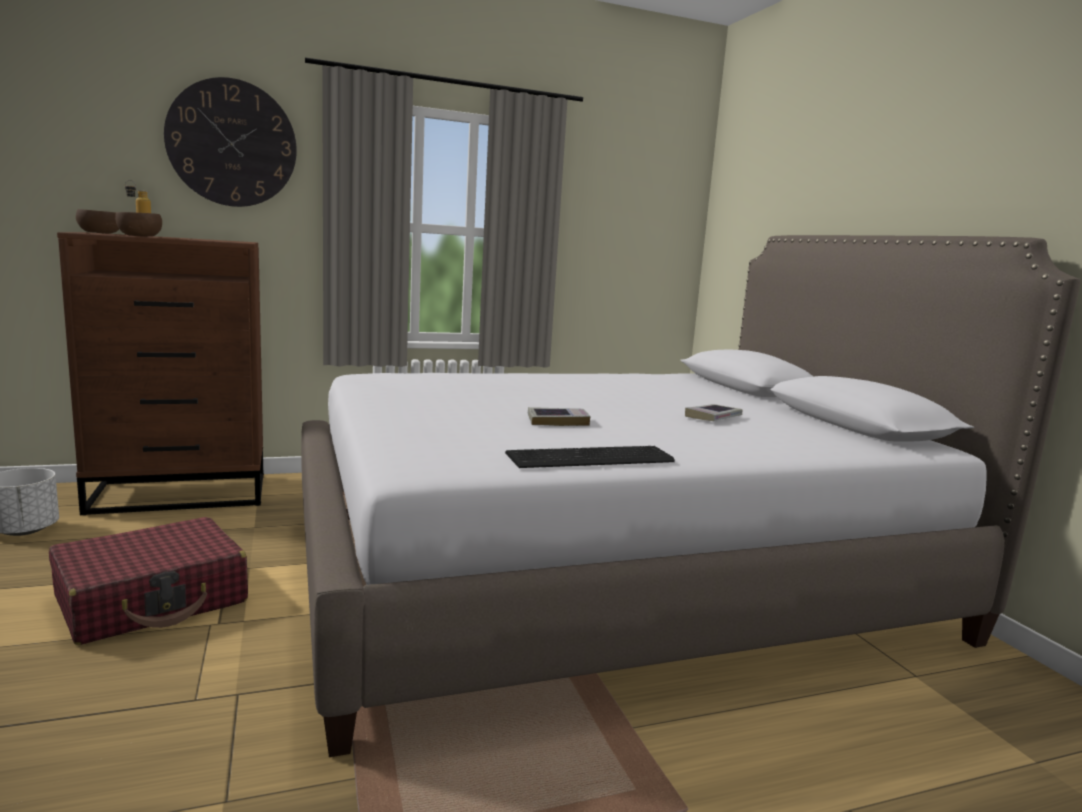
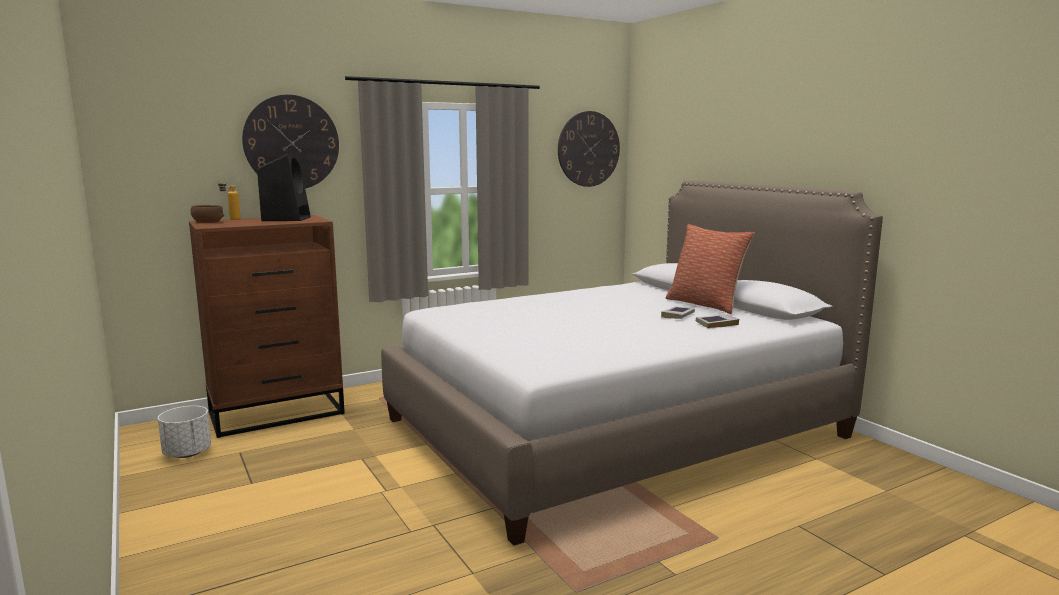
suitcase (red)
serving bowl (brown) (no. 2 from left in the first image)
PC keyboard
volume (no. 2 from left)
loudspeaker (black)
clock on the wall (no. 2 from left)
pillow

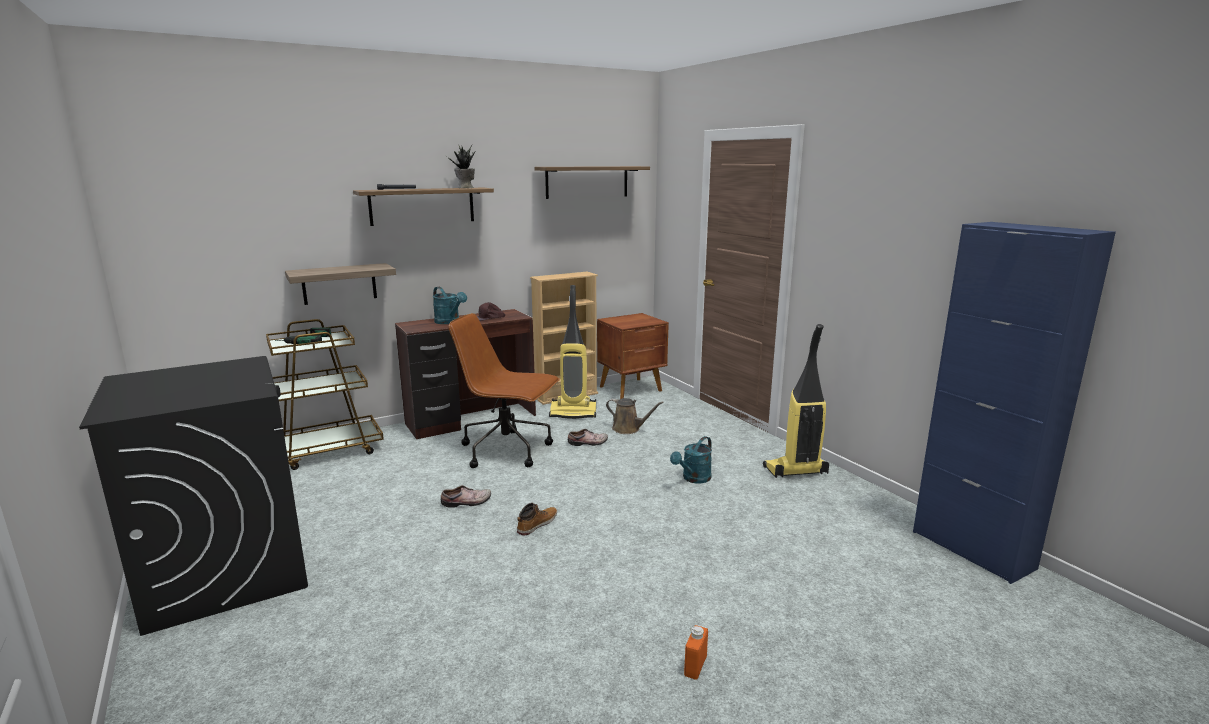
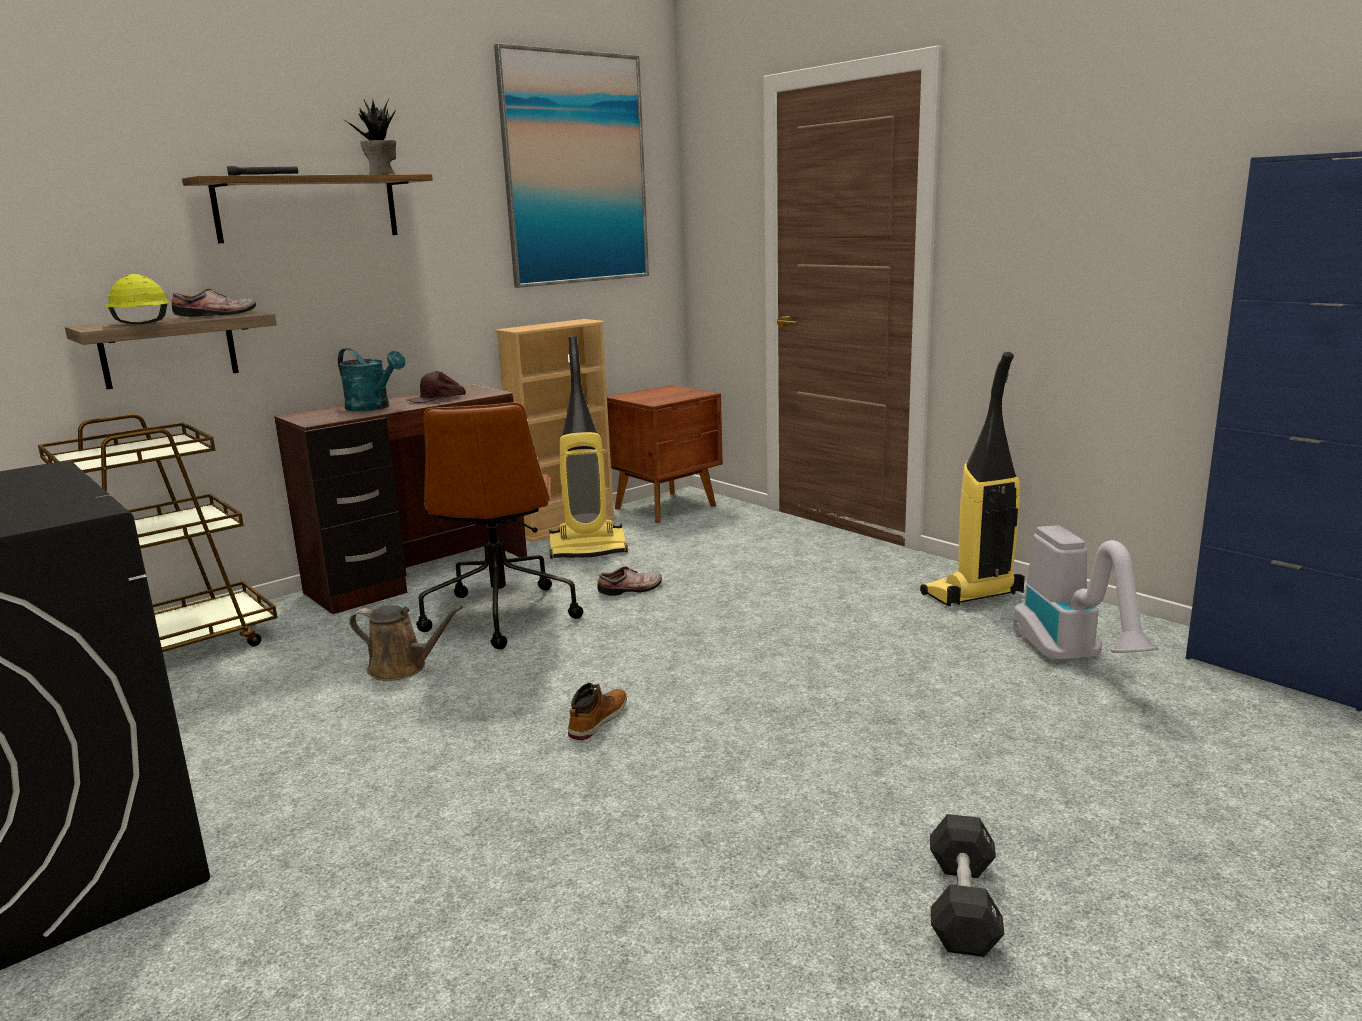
drill
low shoe (no. 1 from left)
office chair (brown)
wall picture
watering pot (brown)
watering pot (turquoise-coloured) (no. 2 from left in the first image)
hand weight (black)
work helmet (yellow-coloured)
hoover (no. 3 from left)

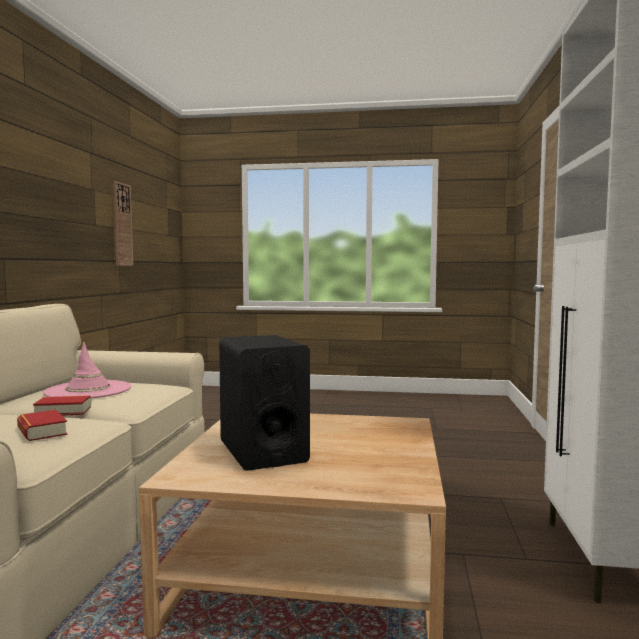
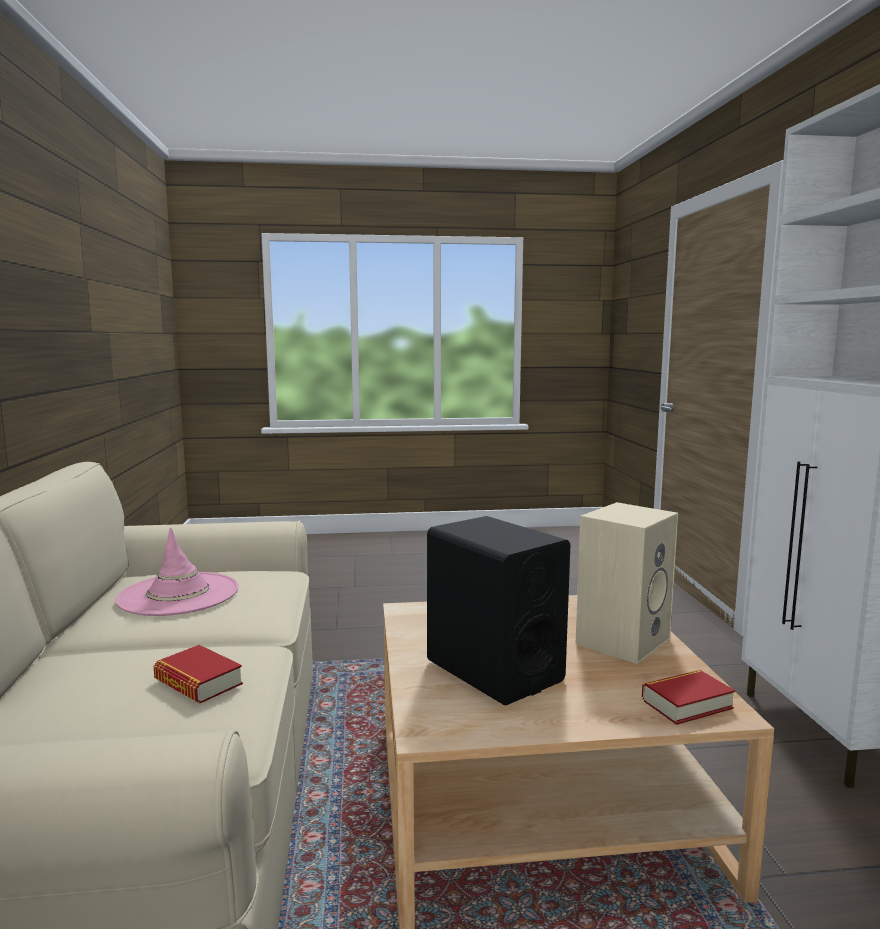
volume (no. 2 from left)
clock on the wall
loudspeaker (beige)

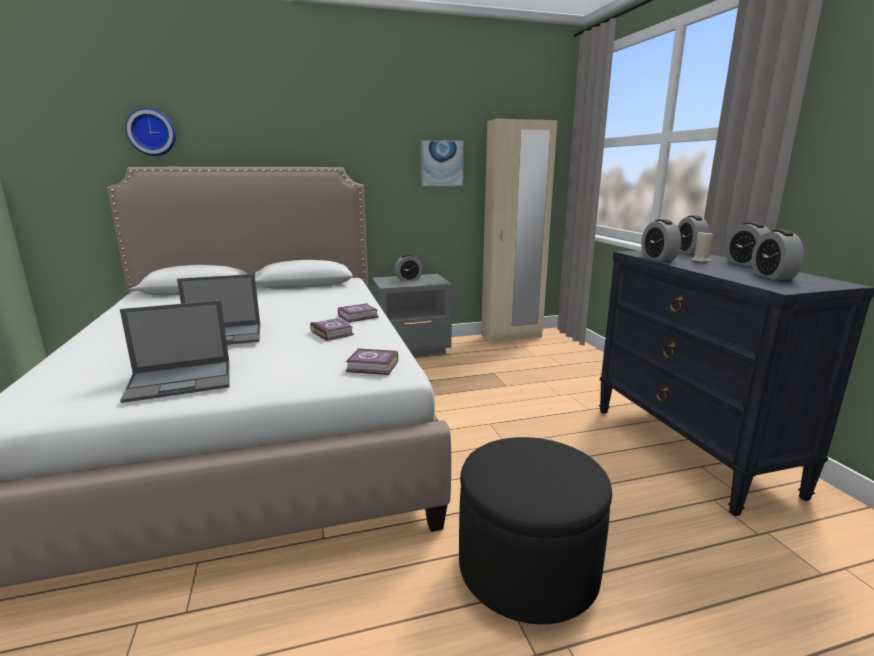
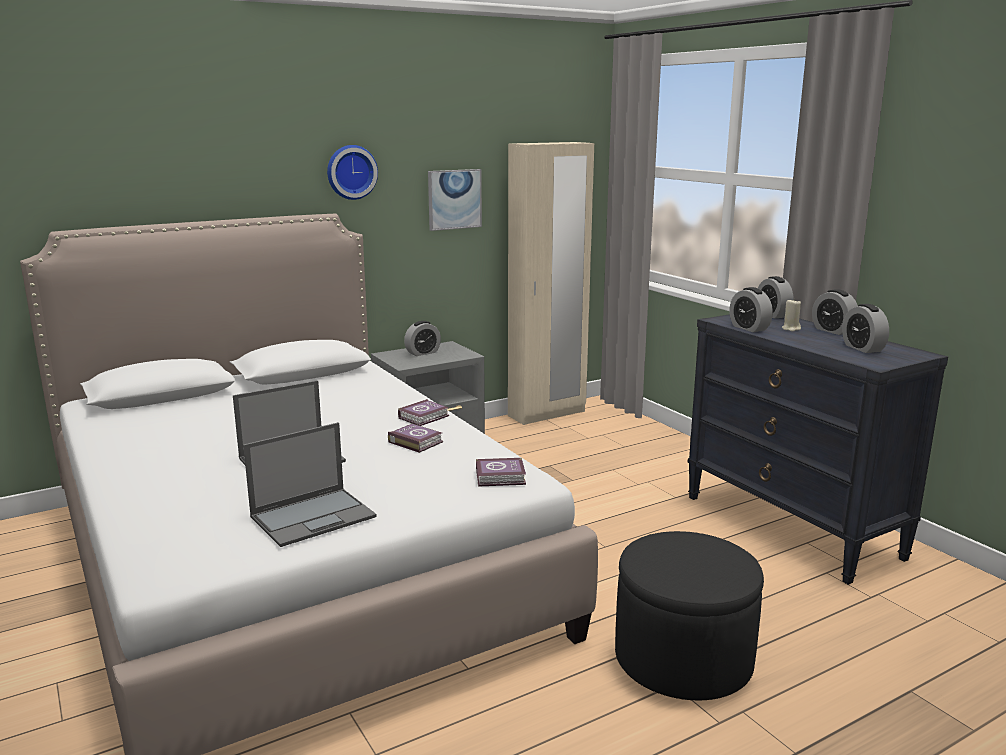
clock on the wall

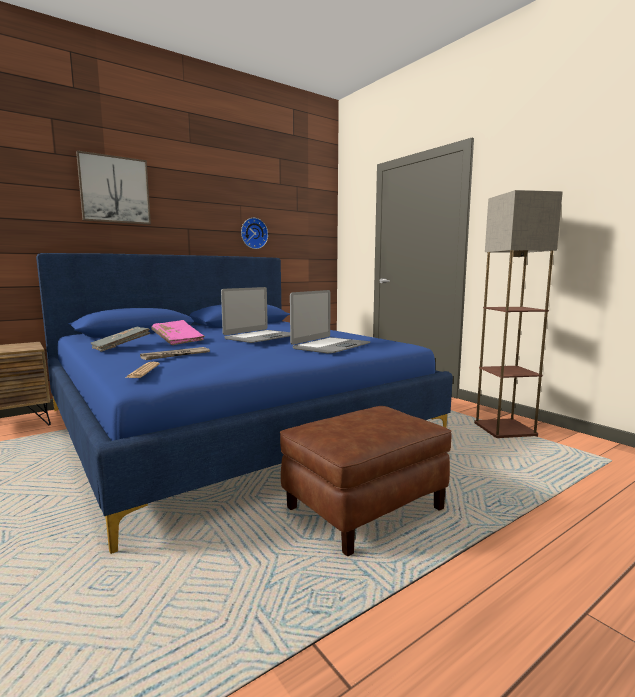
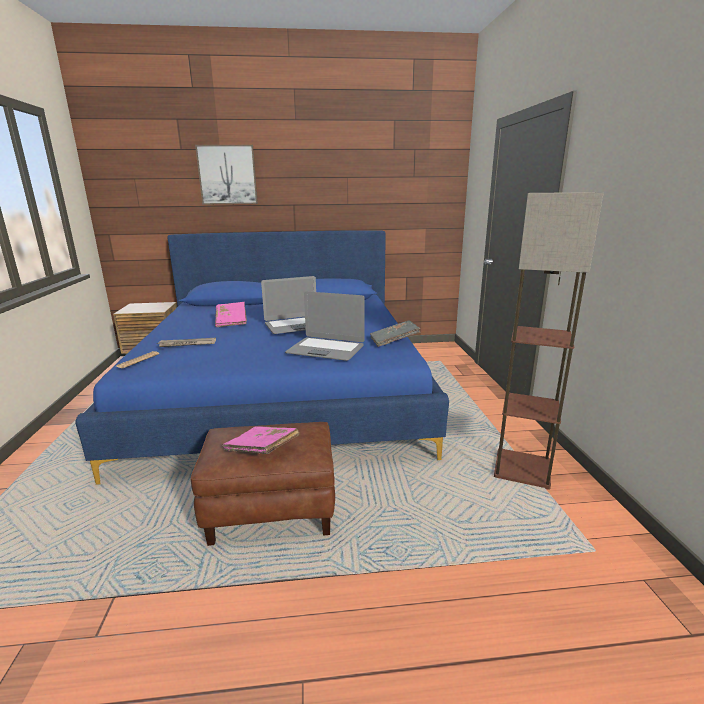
volume (gray)
clock on the wall
portable computer (no. 2 from left)
volume (pink-coloured) (no. 2 from left)

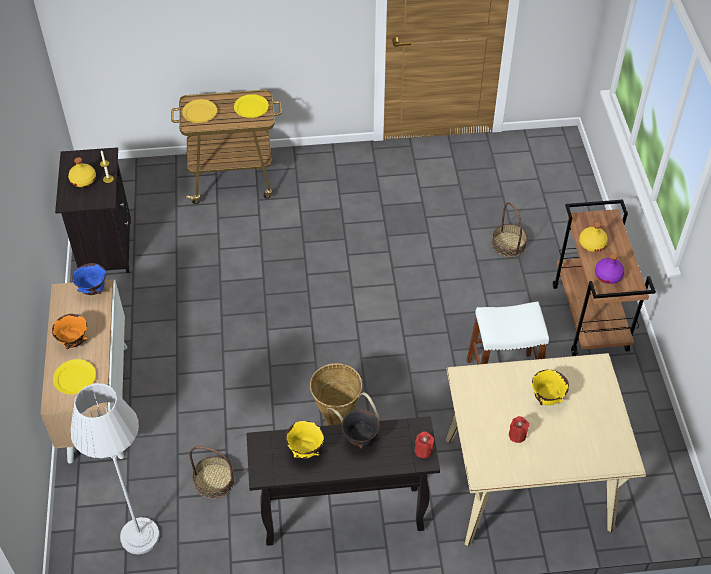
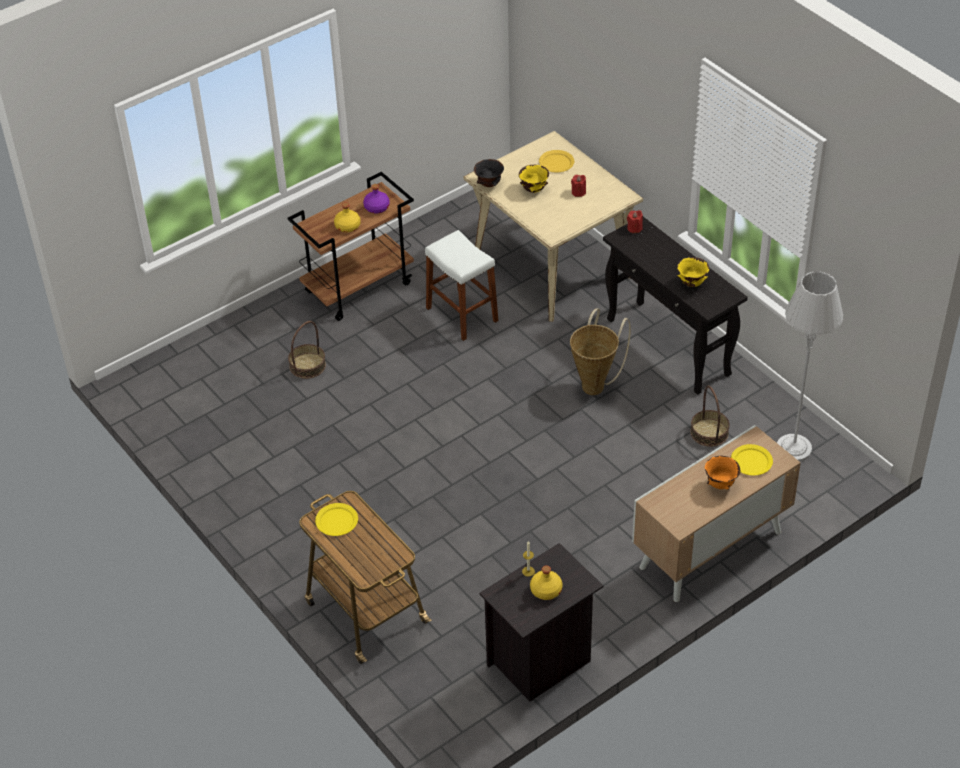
serving bowl (bluish)
flat dish (yellow-coloured) (no. 2 from left)
serving bowl (black)

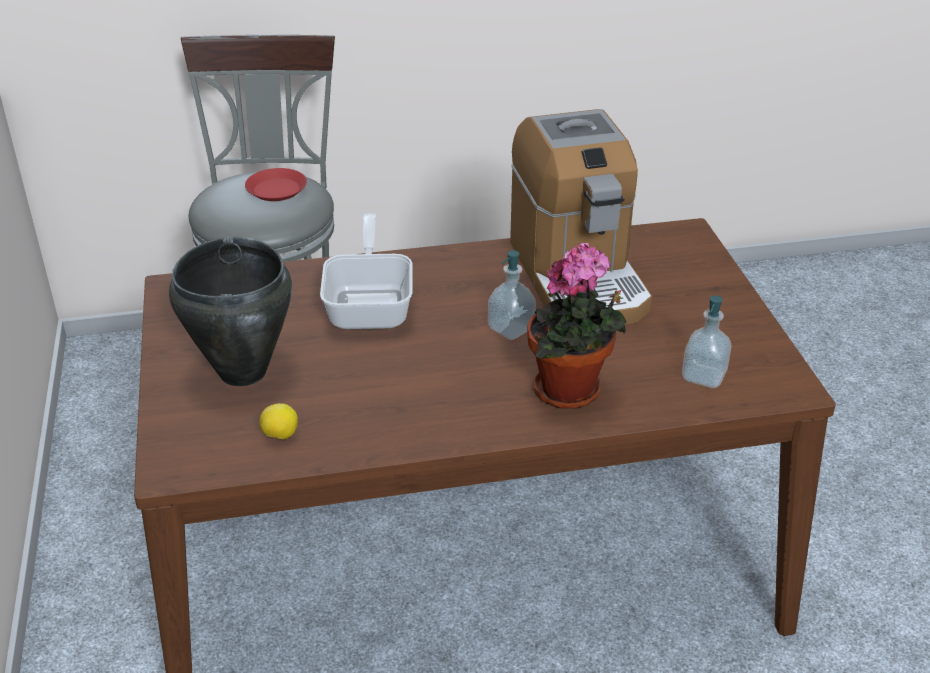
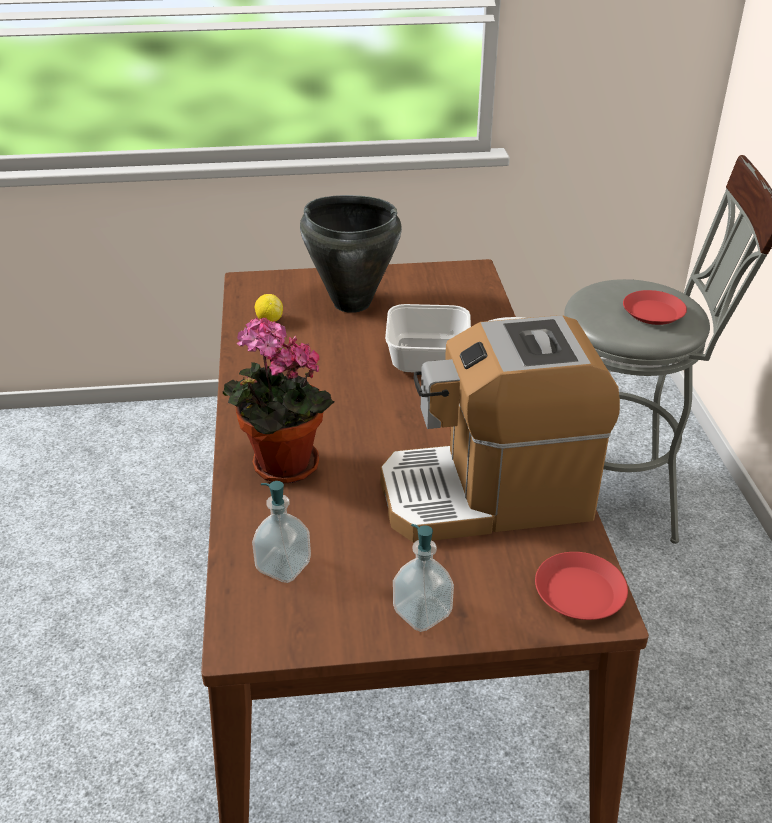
liquid soap bottle (no. 2 from left)
flat dish (red) (no. 1 from left)

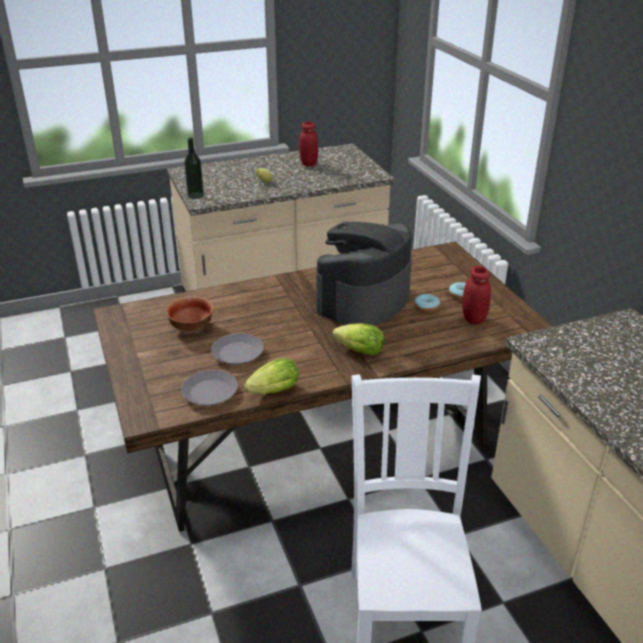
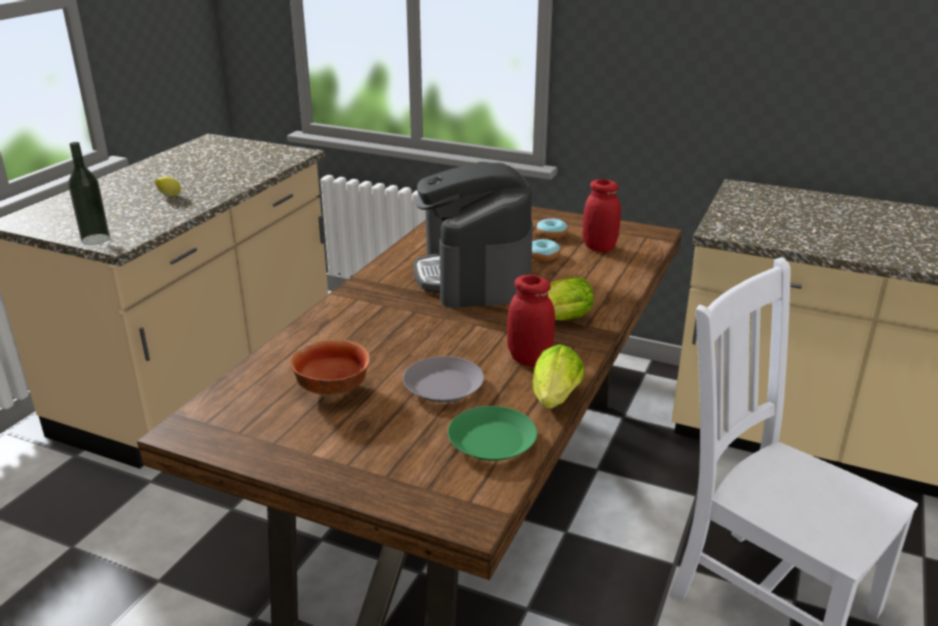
flat dish (greenish)
jar (red) (no. 1 from left)

